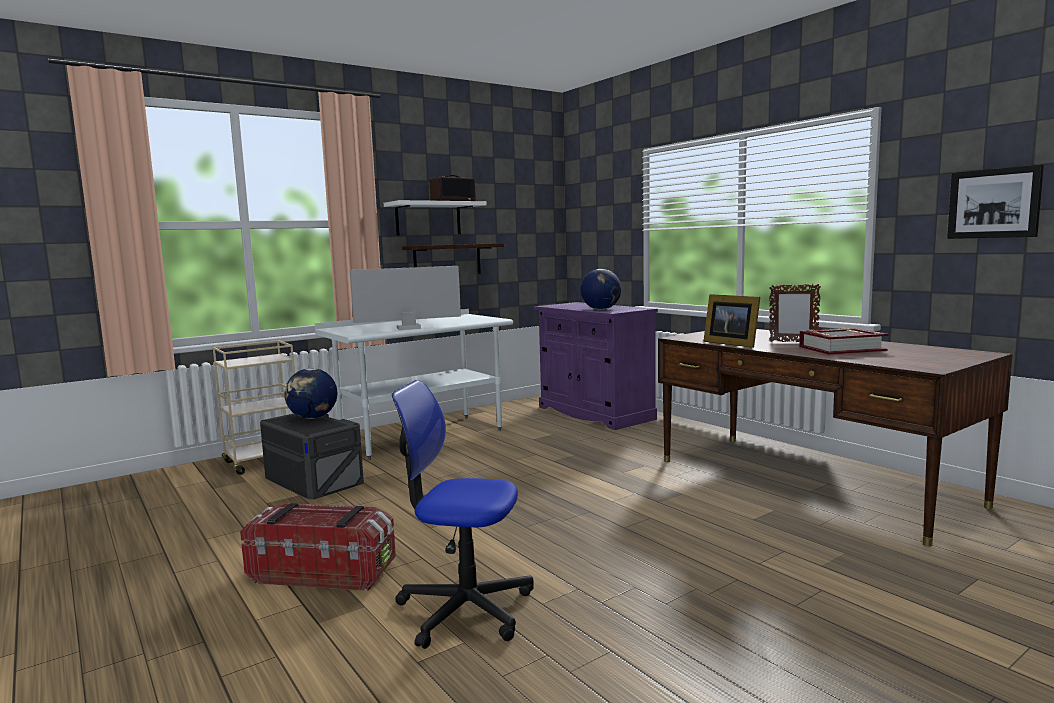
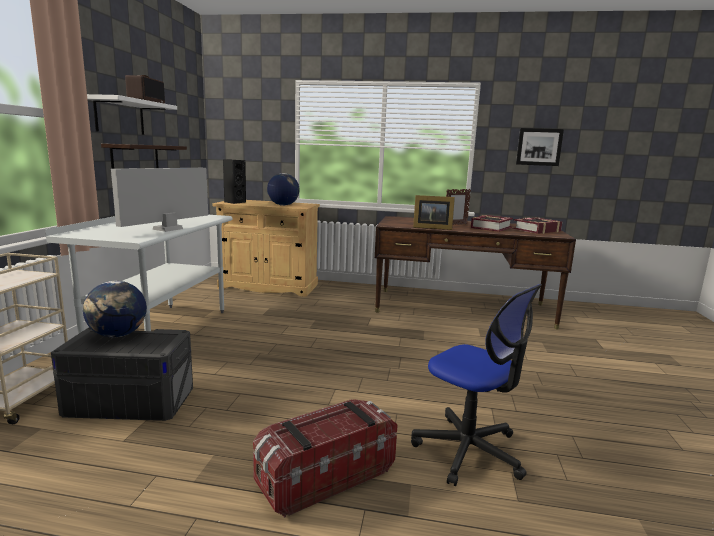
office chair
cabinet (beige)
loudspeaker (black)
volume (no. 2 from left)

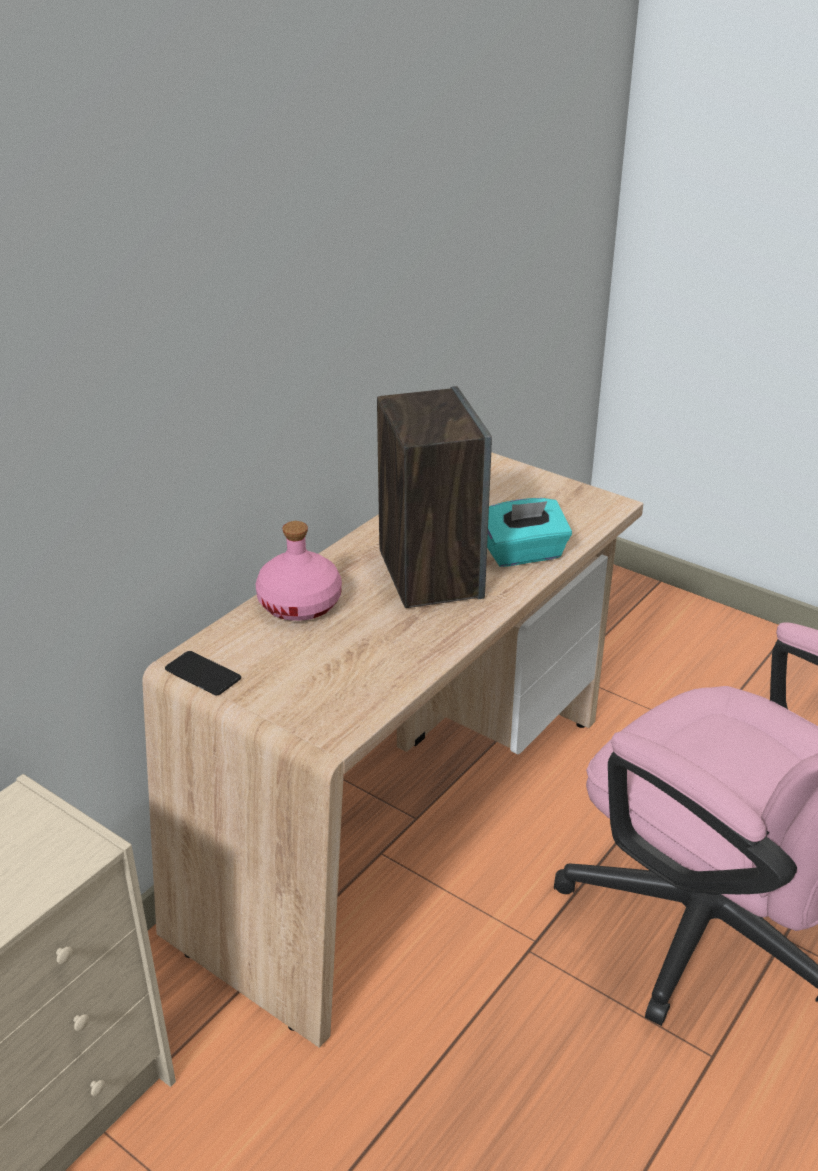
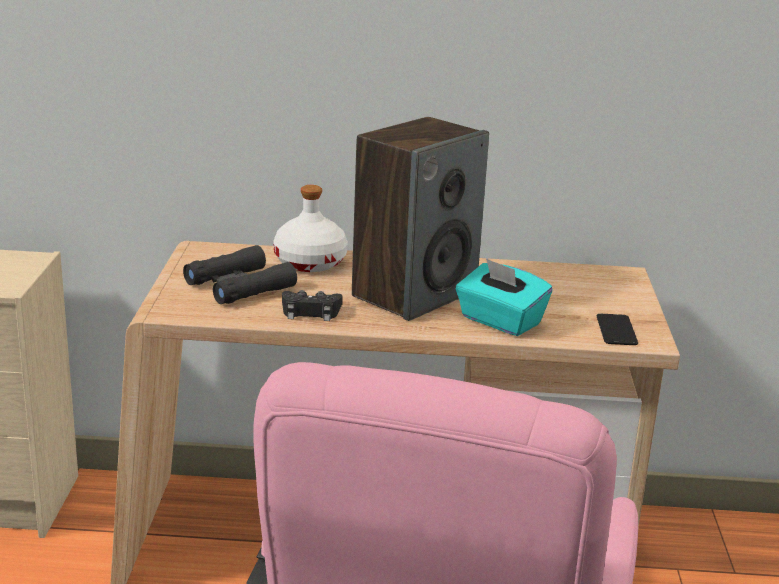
phone
drink bottle (whitish)
pair of binoculars (black)
game controller (black)

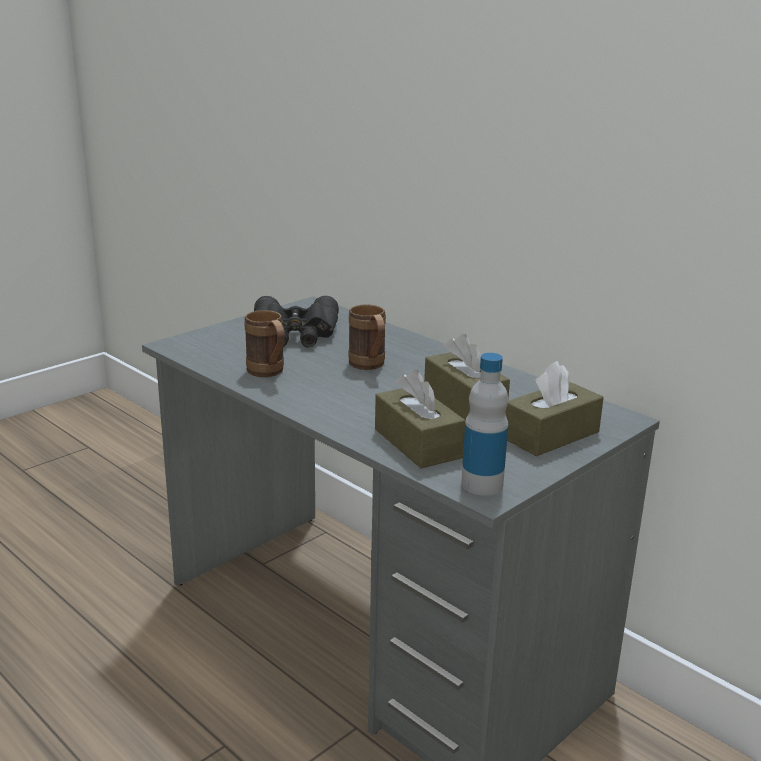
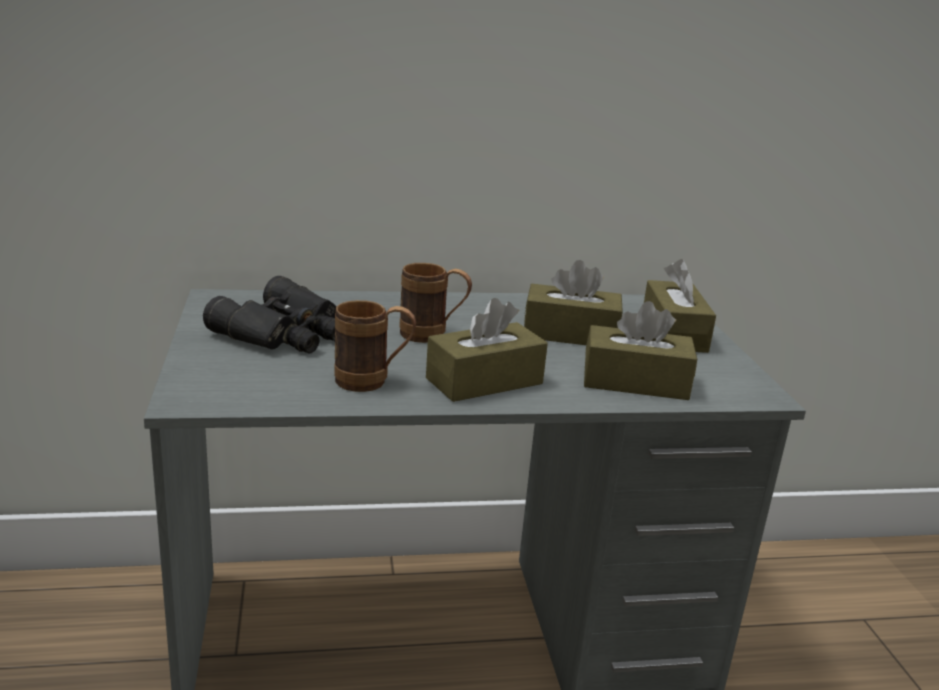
drink bottle
box of tissues (brown) (no. 1 from left)

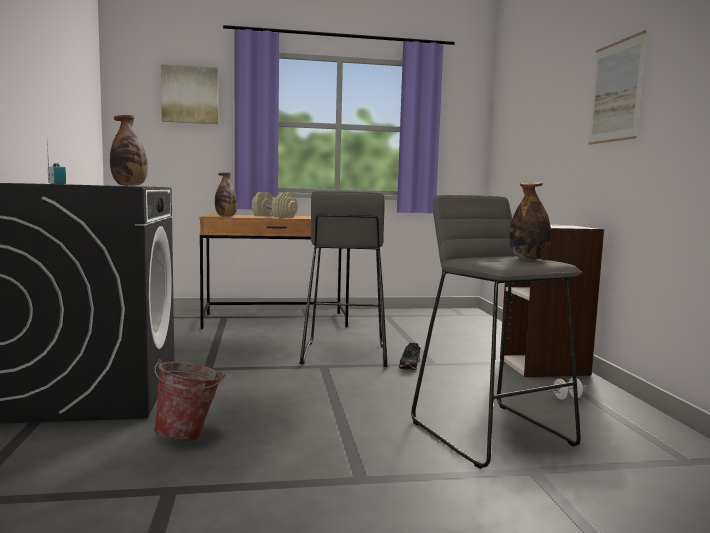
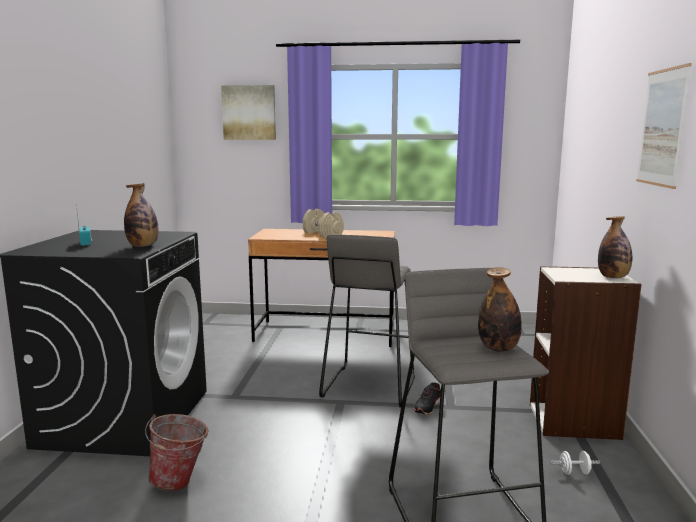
drink bottle (no. 3 from left)

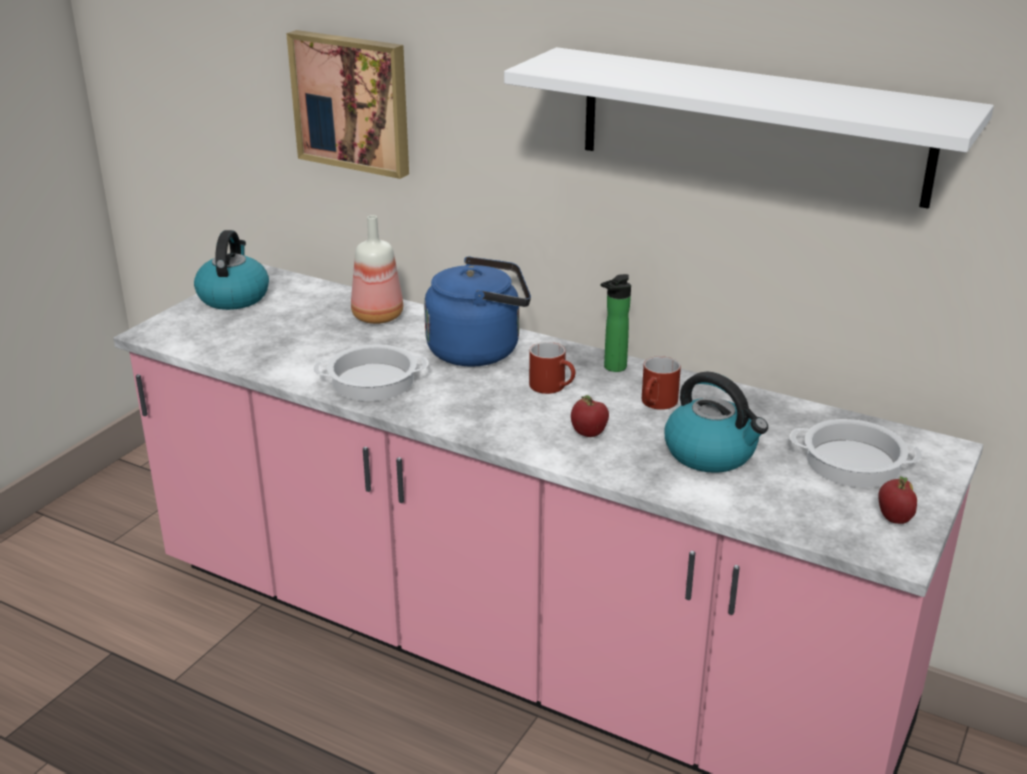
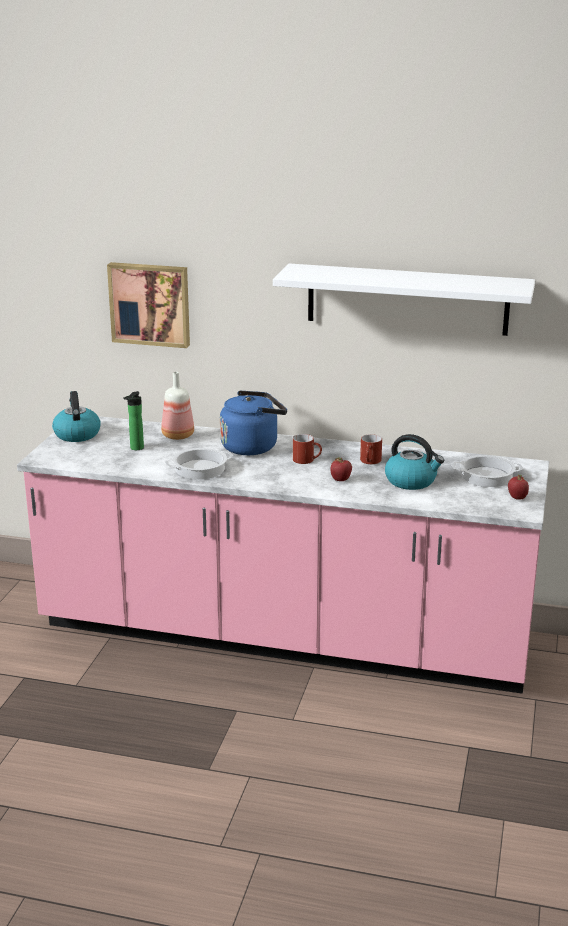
drink bottle (no. 1 from left)

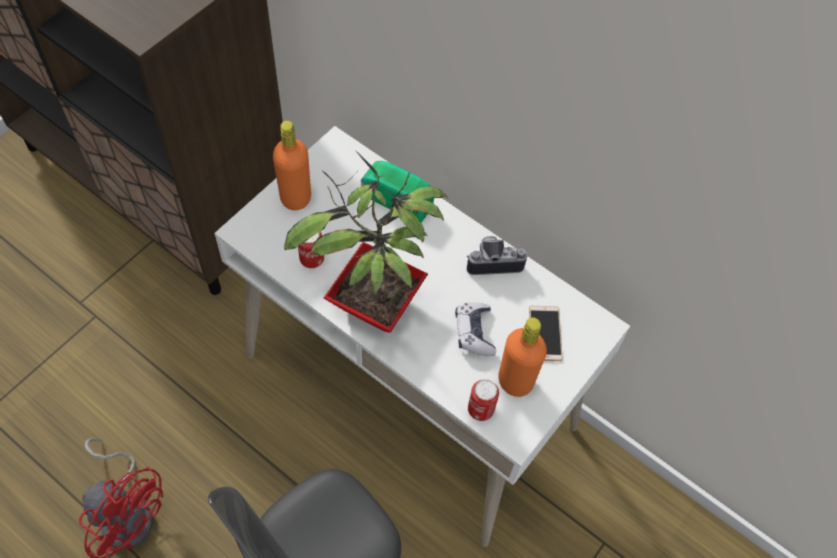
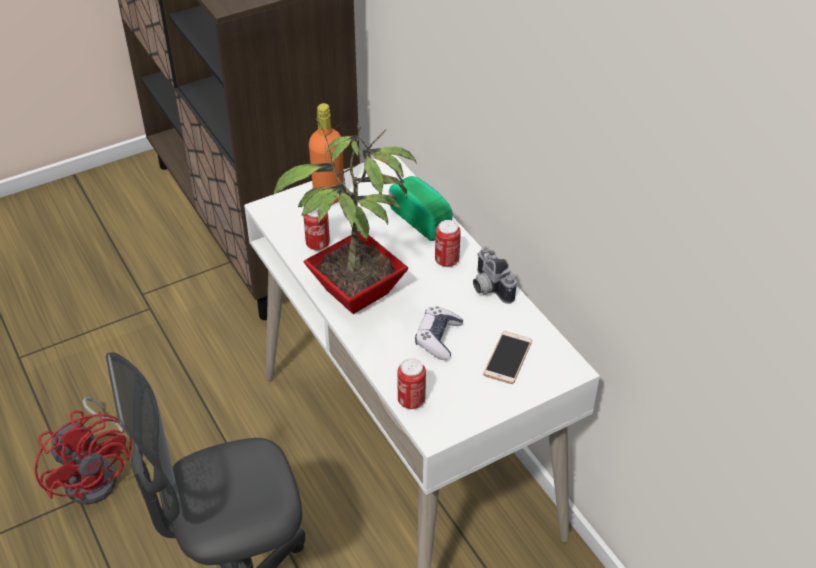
photo camera
drink bottle (orangey) (no. 2 from left in the first image)
sealed can (no. 3 from left)

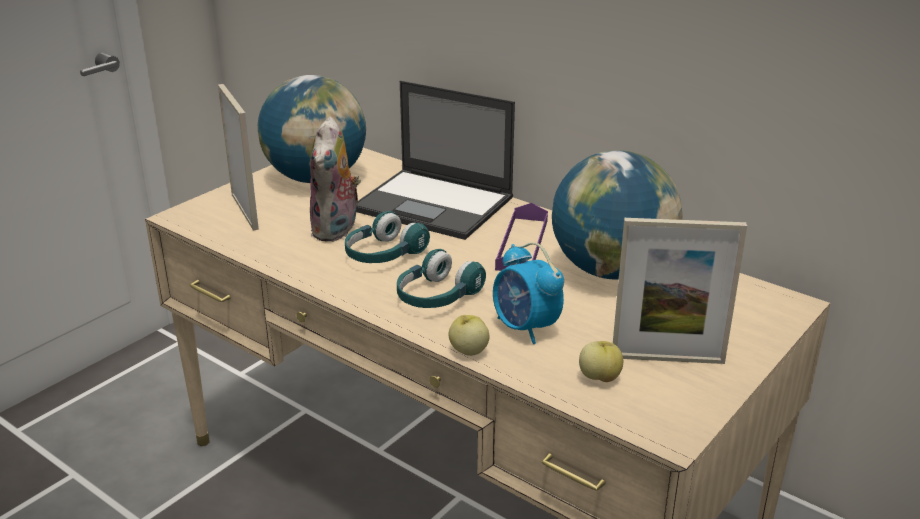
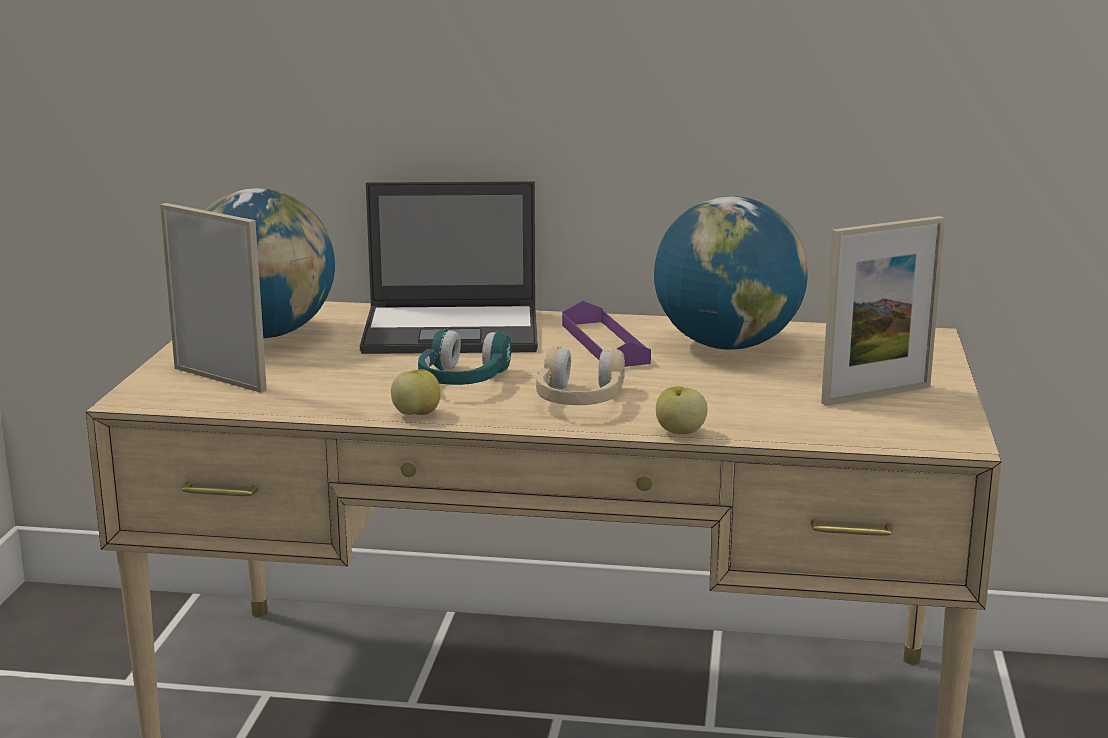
soft toy
pair of headphones (beige)
alarm clock
whole apple (no. 1 from left)

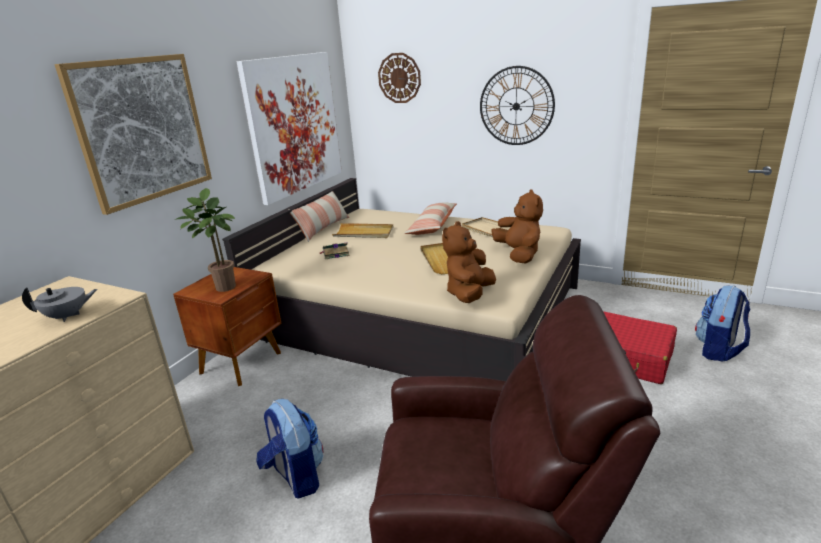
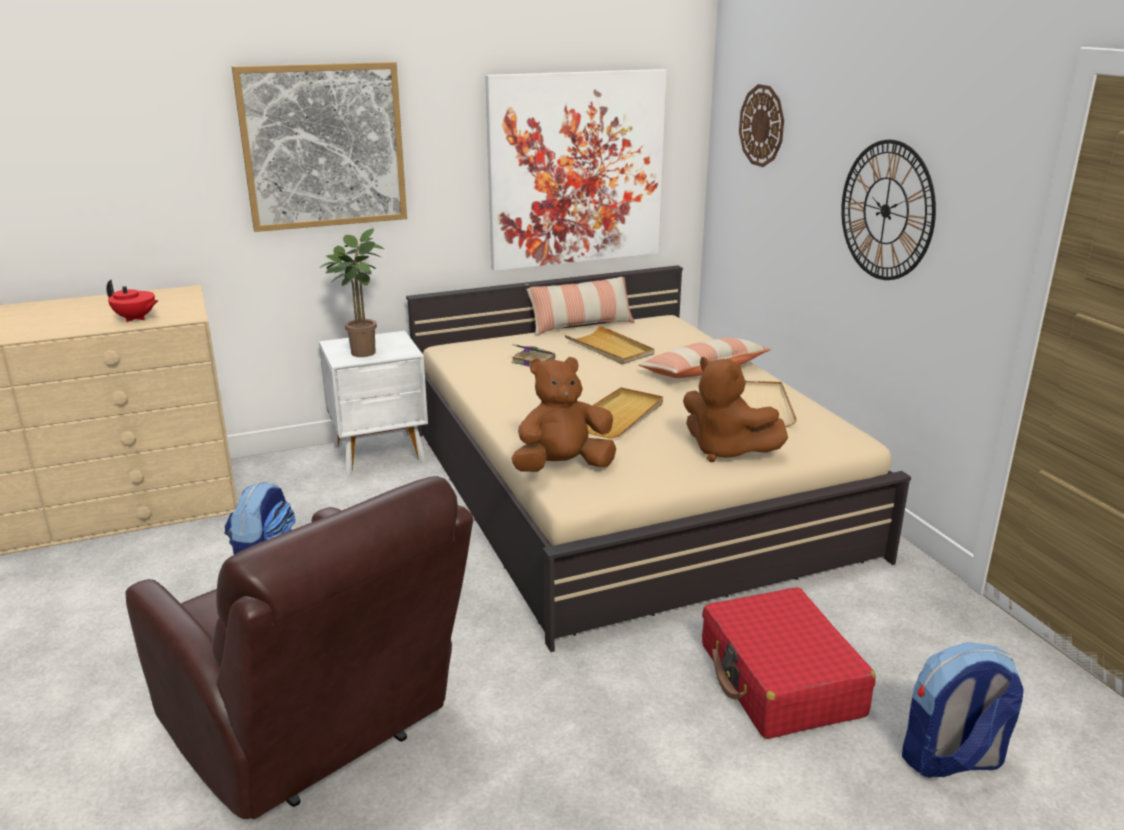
pot for tea (red)
night table (whitish)
soft toy (brown) (no. 2 from left)

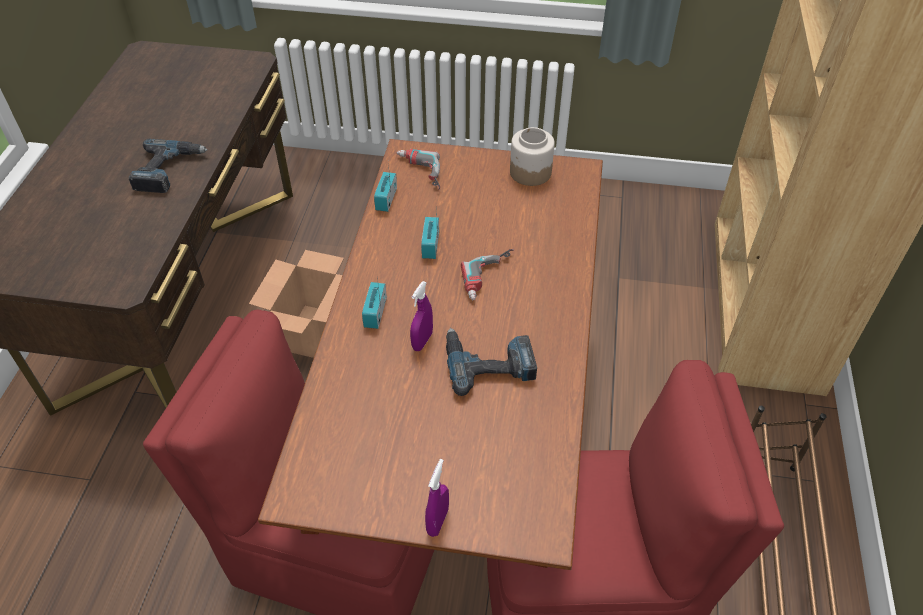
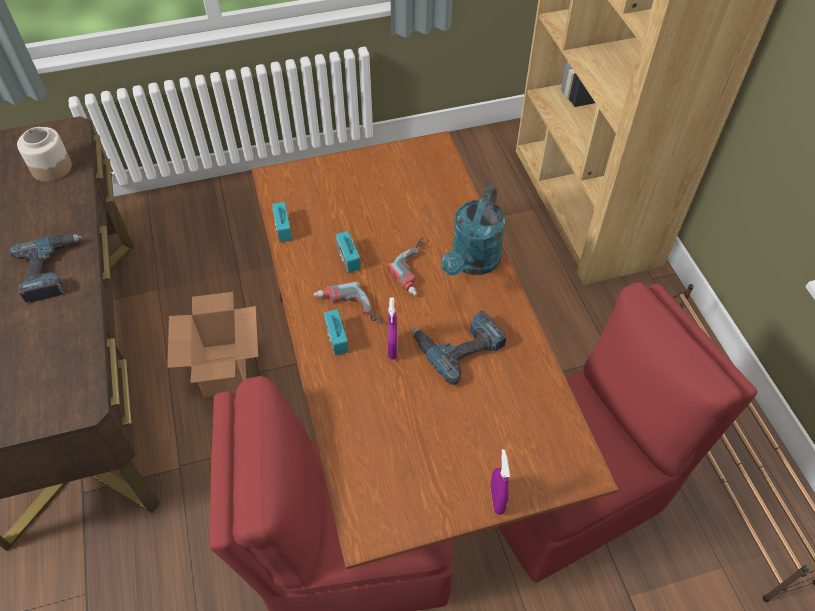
drill (no. 2 from left)
jar
watering pot (turquoise-coloured)

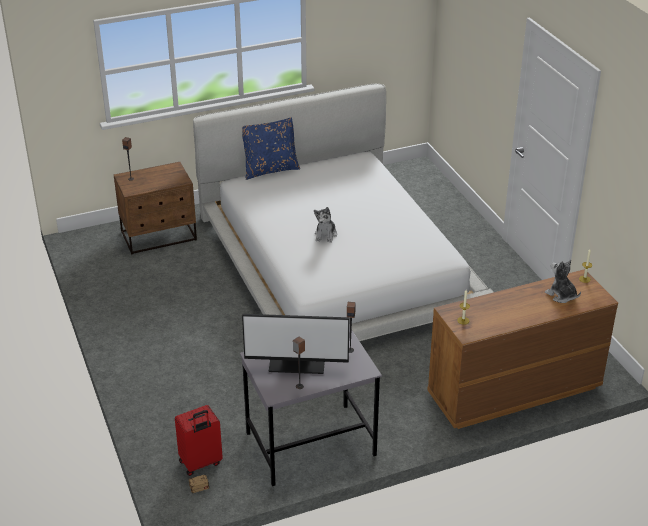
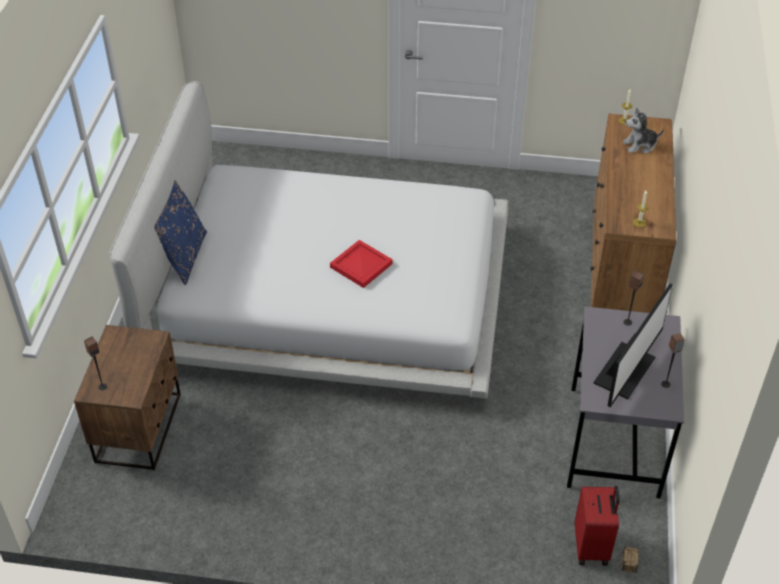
tray (red)

